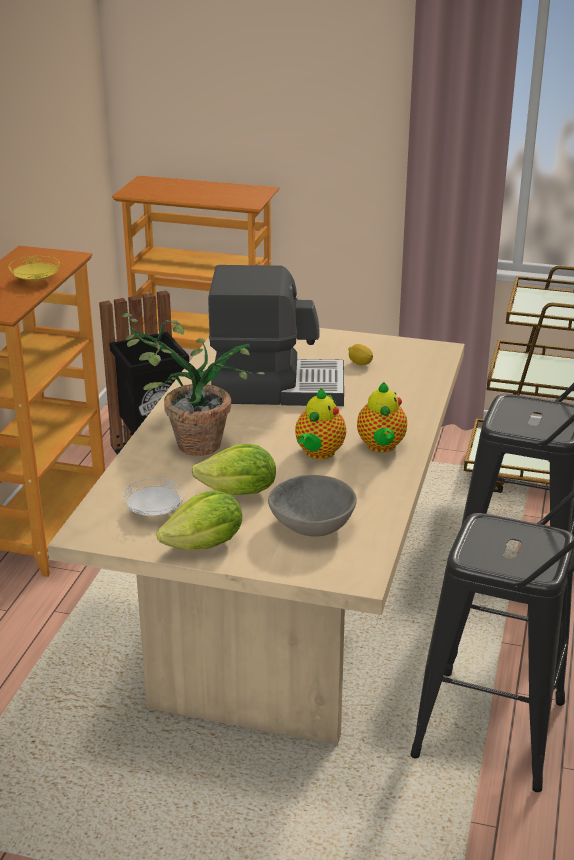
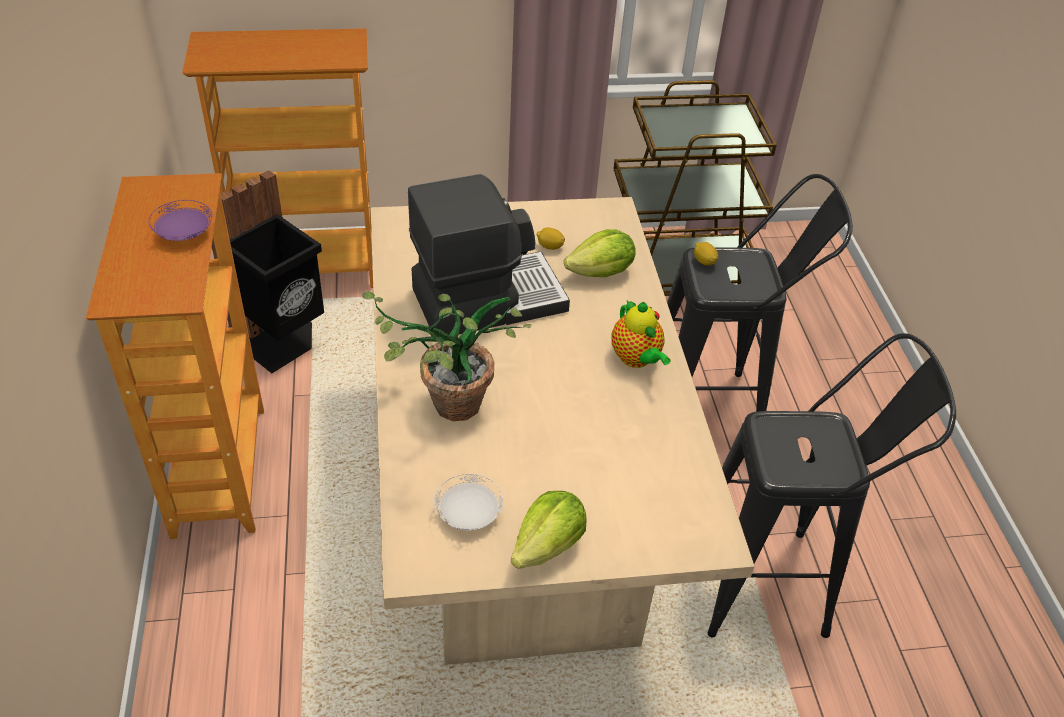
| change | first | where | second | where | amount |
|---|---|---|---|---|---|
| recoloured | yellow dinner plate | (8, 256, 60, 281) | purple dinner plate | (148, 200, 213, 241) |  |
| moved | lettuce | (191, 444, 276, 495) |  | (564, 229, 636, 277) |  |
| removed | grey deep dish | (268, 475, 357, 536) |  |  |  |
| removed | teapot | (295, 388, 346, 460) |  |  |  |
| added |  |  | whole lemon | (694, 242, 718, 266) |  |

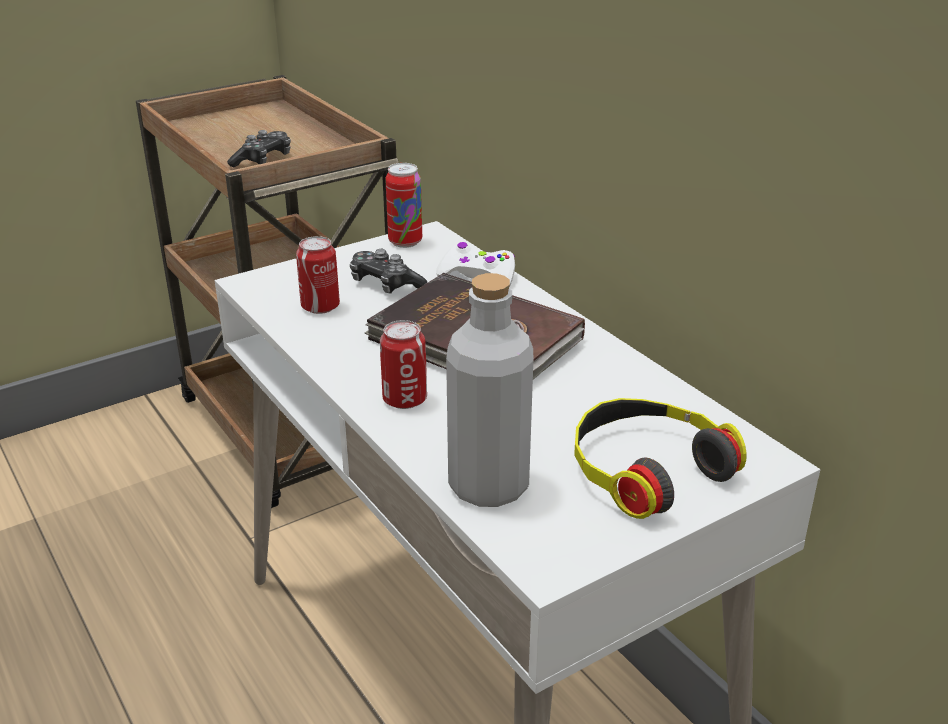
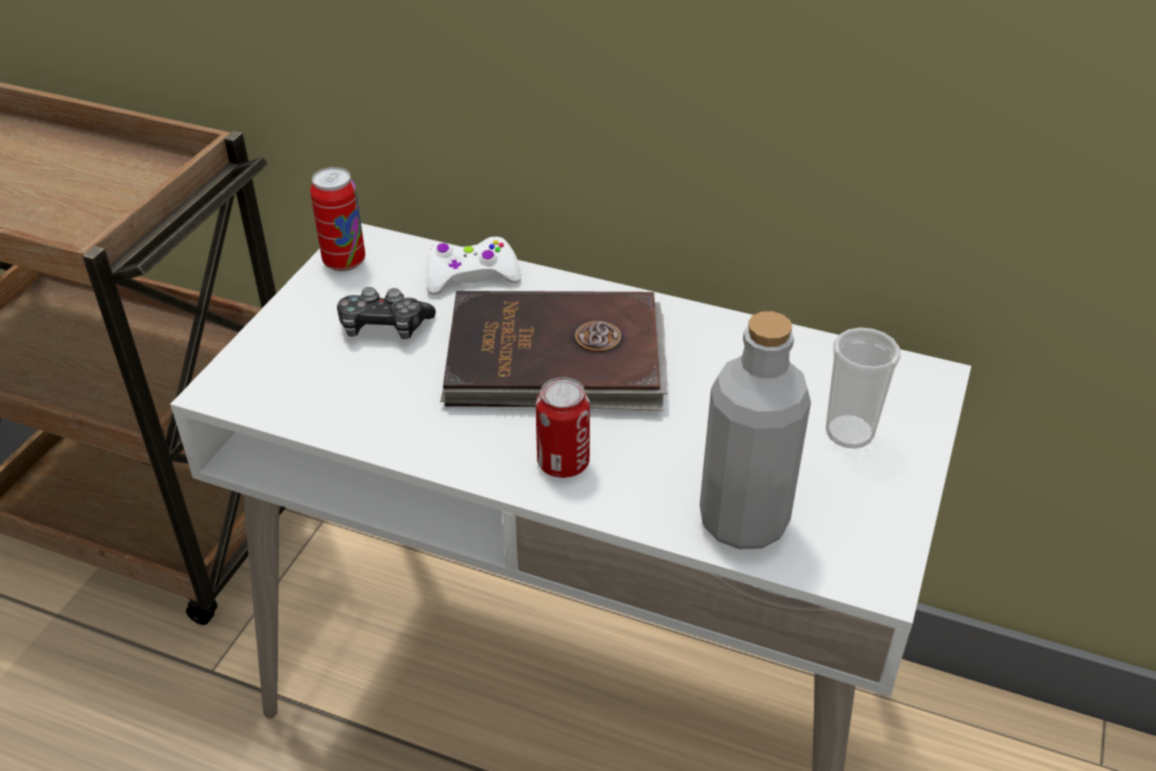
| change | first | where | second | where | amount |
|---|---|---|---|---|---|
| removed | gamepad | (227, 130, 291, 167) |  |  |  |
| removed | can | (296, 236, 340, 314) |  |  |  |
| replaced | headphones | (574, 398, 747, 519) | cup | (826, 327, 901, 448) |  |

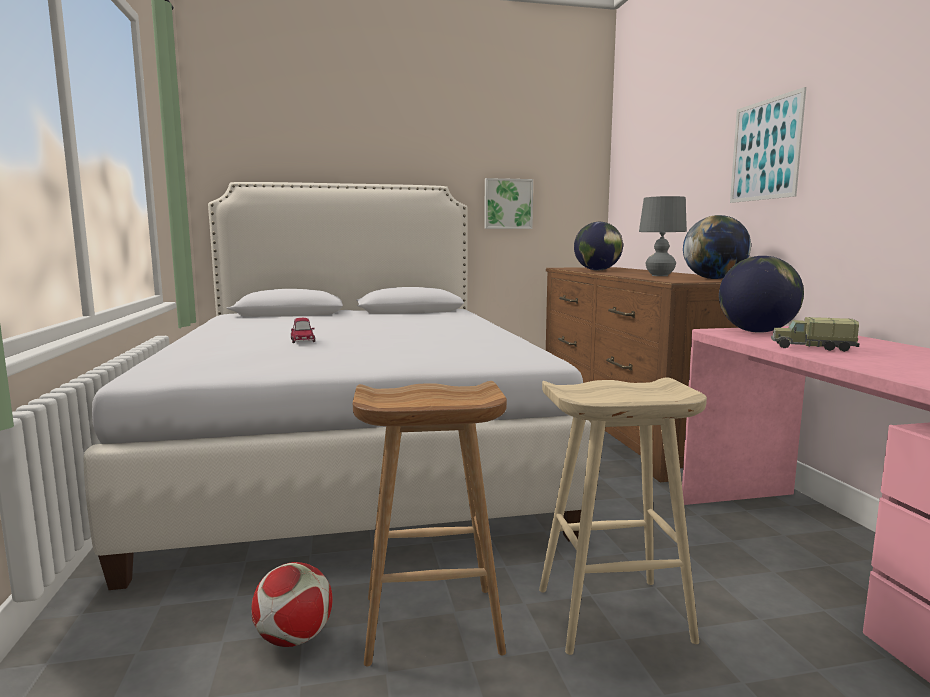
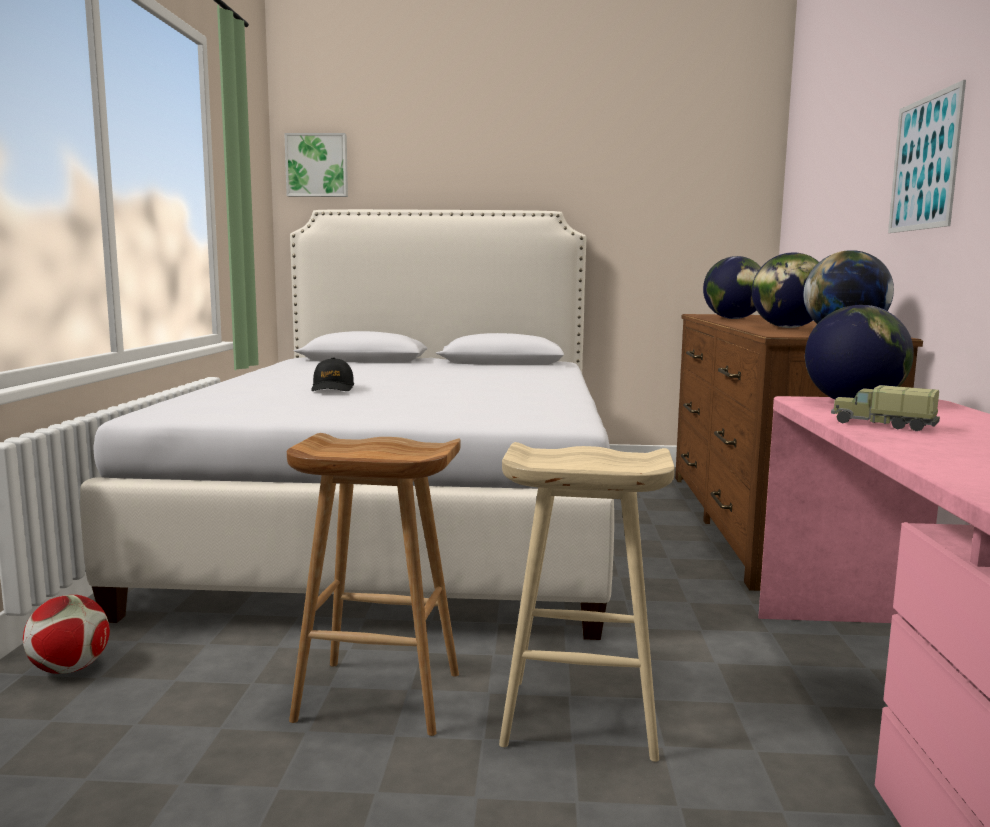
| change | first | where | second | where | amount |
|---|---|---|---|---|---|
| moved | ball for football | (252, 562, 332, 647) |  | (23, 595, 110, 674) |  |
| replaced | model car | (291, 318, 315, 343) | blackish peaked cap | (311, 357, 354, 391) |  |
| moved | picture | (484, 178, 533, 229) |  | (284, 133, 348, 197) |  |
| replaced | grey lamp for a table | (639, 196, 687, 276) | desk globe | (752, 252, 819, 328) |  |

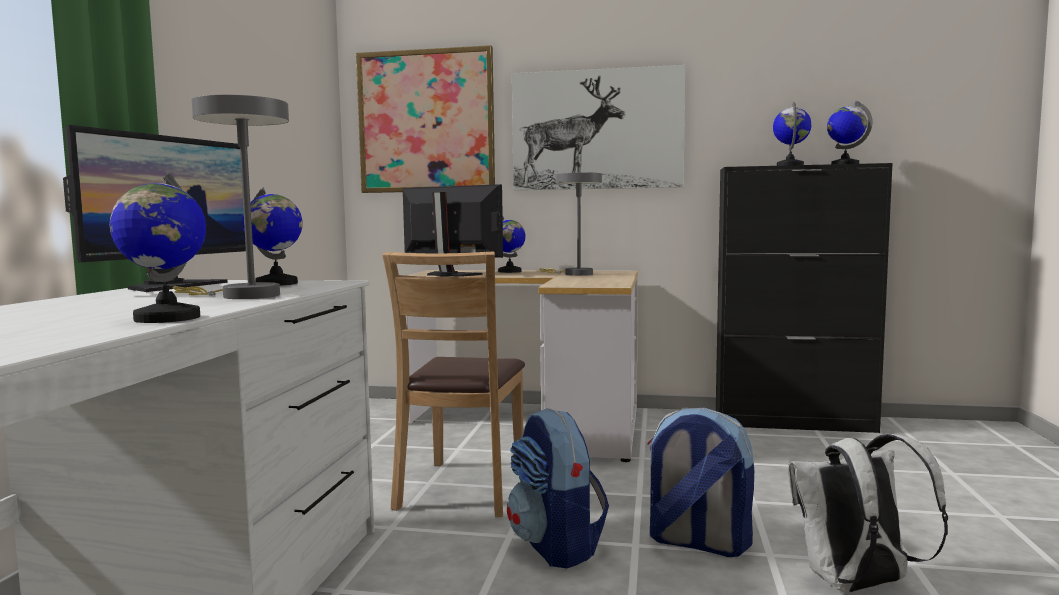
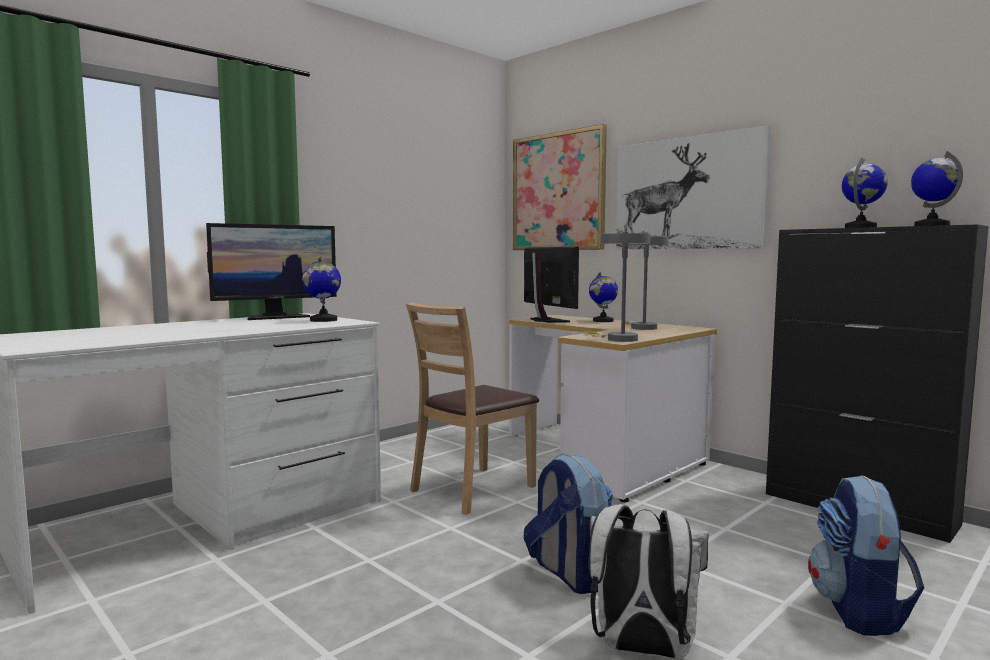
| change | first | where | second | where | amount |
|---|---|---|---|---|---|
| removed | desk globe | (110, 173, 206, 323) |  |  |  |
| moved | grey lamp for a table | (172, 95, 289, 299) |  | (584, 232, 650, 342) |  |
| moved | backpack | (507, 408, 609, 569) |  | (808, 475, 924, 636) |  |

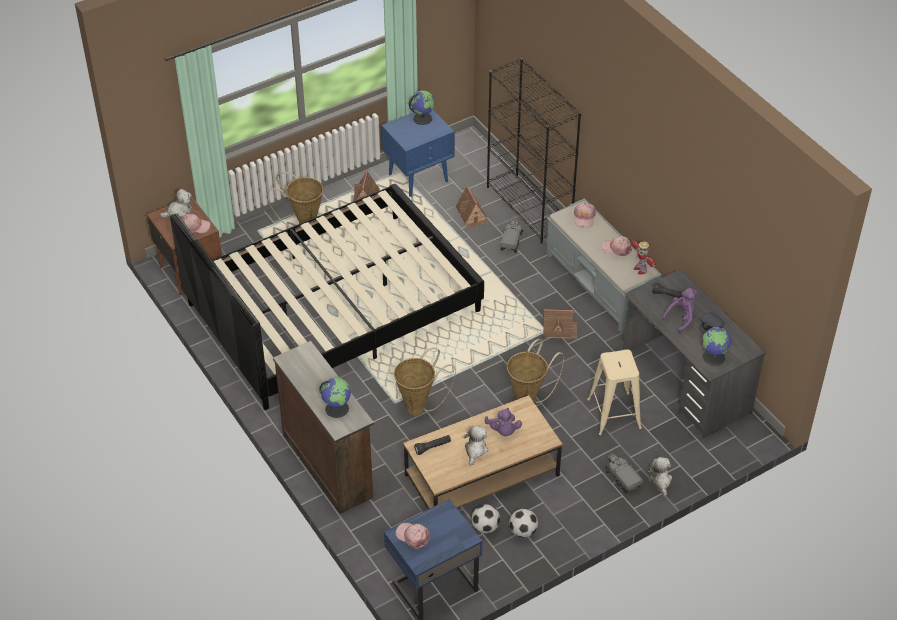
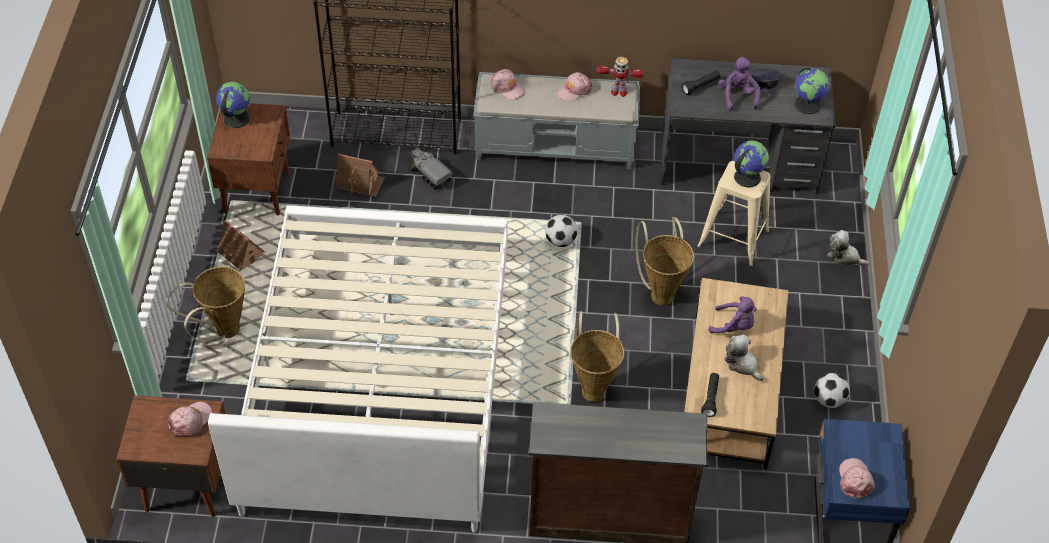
| change | first | where | second | where | amount |
|---|---|---|---|---|---|
| removed | soft toy | (160, 189, 192, 218) |  |  |  |
| recoloured | blackish bed | (170, 184, 484, 410) | white-coloured bed | (208, 205, 508, 533) |  |
| moved | desk globe | (319, 377, 351, 418) |  | (734, 140, 769, 187) |  |
| recoloured | bluish nightstand | (381, 110, 455, 197) | brownish nightstand | (207, 103, 290, 215) |  |
| turned | pink-coloured peaked cap | (396, 523, 430, 549) |  | (839, 458, 875, 500) | 105 degrees clockwise |
| moved | ball for football | (472, 504, 500, 533) |  | (545, 215, 578, 247) |  |
| removed | model house | (543, 309, 577, 341) |  |  |  |
| removed | model truck | (606, 453, 643, 494) |  |  |  |

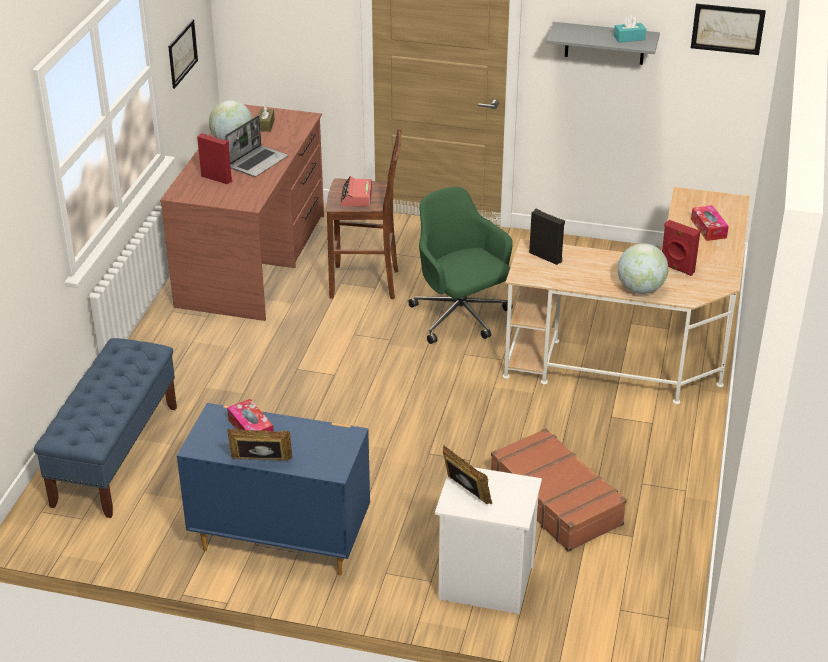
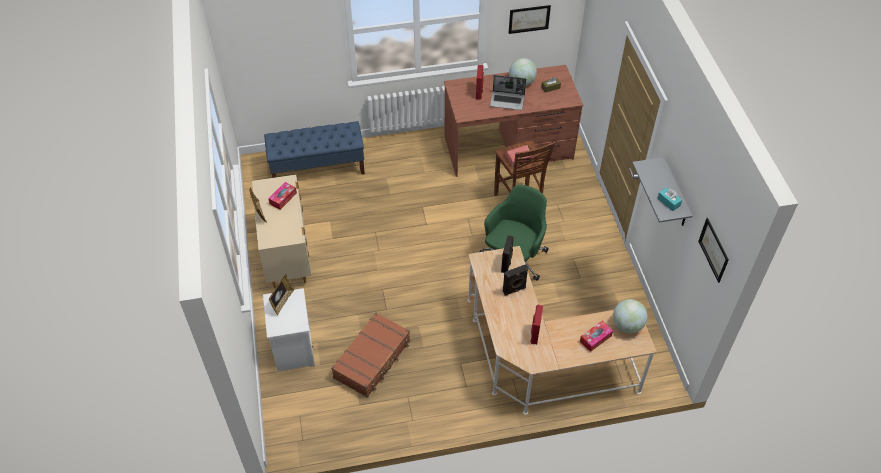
| change | first | where | second | where | amount |
|---|---|---|---|---|---|
| recoloured | bluish drawer chest | (177, 403, 370, 576) | beige-coloured drawer chest | (252, 175, 311, 288) |  |
| moved | desk globe | (618, 243, 668, 294) |  | (613, 299, 648, 333) |  |
| added |  |  | blackish loudspeaker | (503, 264, 528, 296) |  |

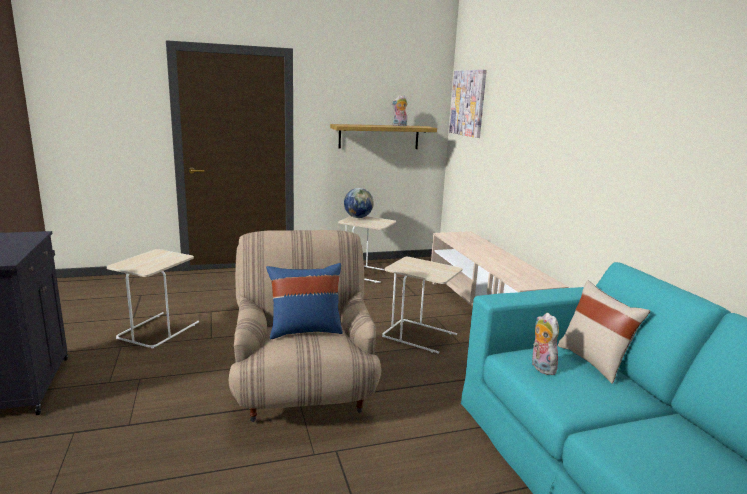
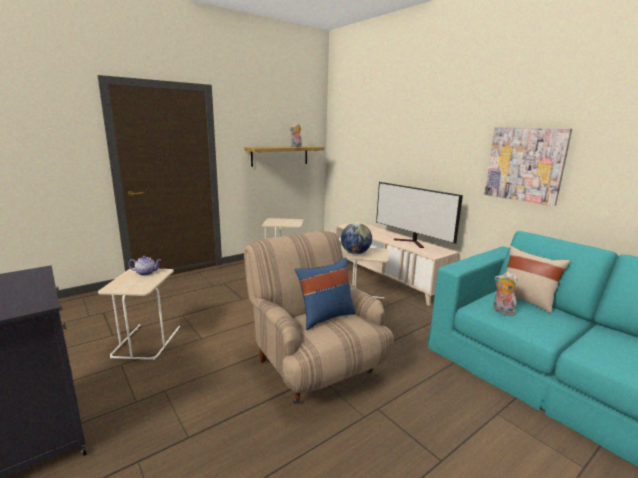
| change | first | where | second | where | amount |
|---|---|---|---|---|---|
| moved | desk globe | (344, 188, 374, 218) |  | (341, 223, 372, 254) |  |
| moved | picture | (449, 70, 487, 138) |  | (484, 127, 572, 206) |  |
| added |  |  | teapot | (128, 256, 161, 276) |  |
| added |  |  | TV | (376, 182, 463, 248) |  |

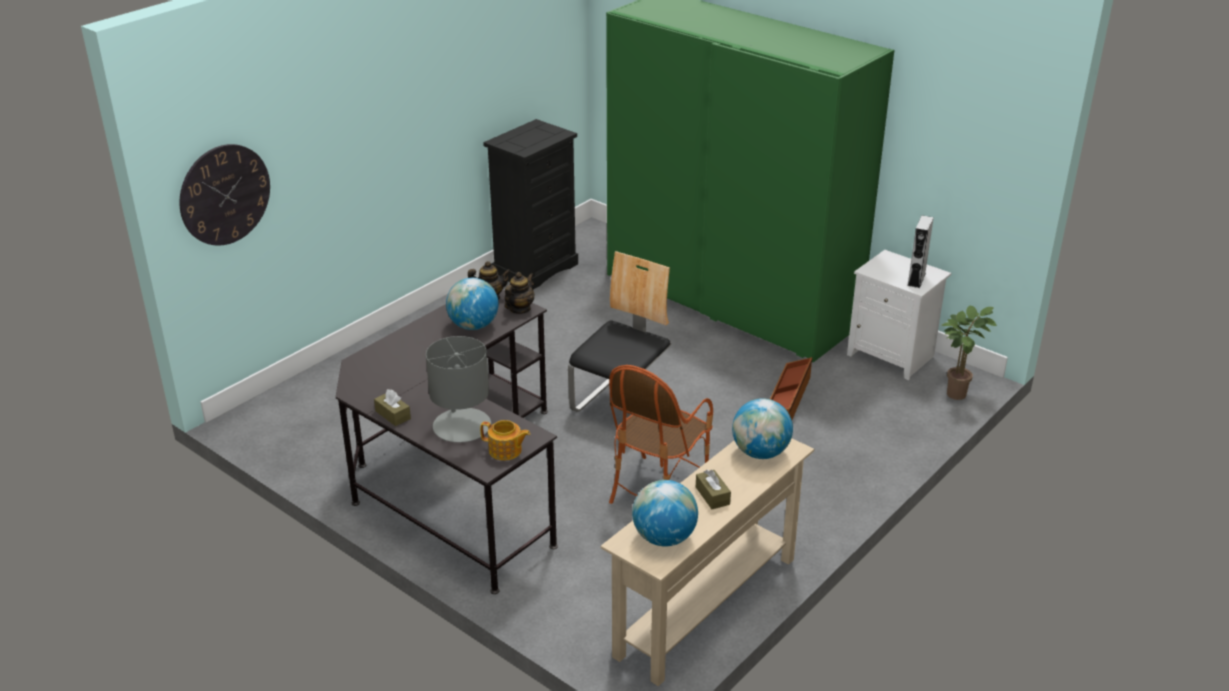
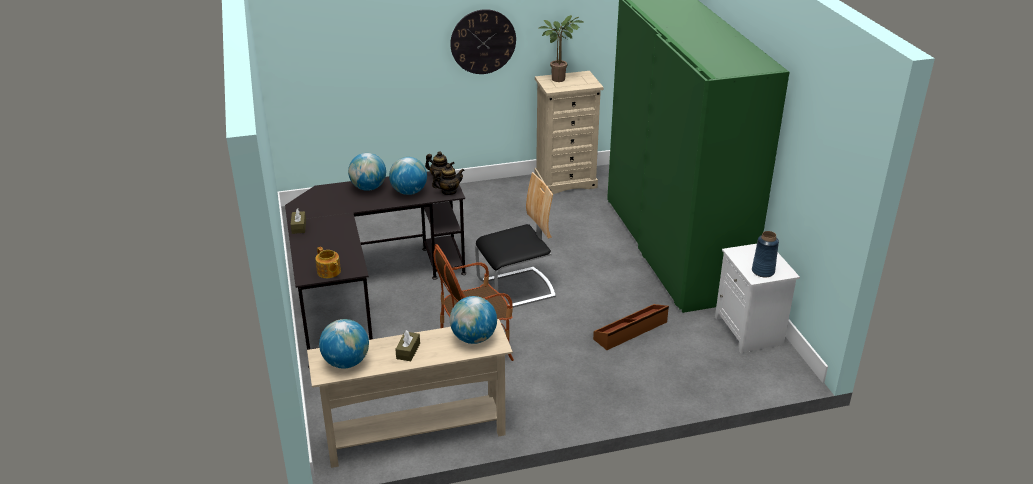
| change | first | where | second | where | amount |
|---|---|---|---|---|---|
| moved | hanging clock | (179, 144, 270, 246) |  | (450, 9, 516, 74) |  |
| removed | grey lamp for a table | (426, 336, 491, 443) |  |  |  |
| recoloured | blackish drawer chest | (483, 119, 578, 289) | beige-coloured drawer chest | (534, 71, 604, 194) |  |
| replaced | grey loudspeaker | (907, 215, 934, 288) | bluish vase | (752, 231, 779, 277) |  |
| moved | potted plant | (941, 305, 997, 400) |  | (539, 15, 584, 82) |  |
| added |  |  | desk globe | (348, 153, 386, 191) |  |

